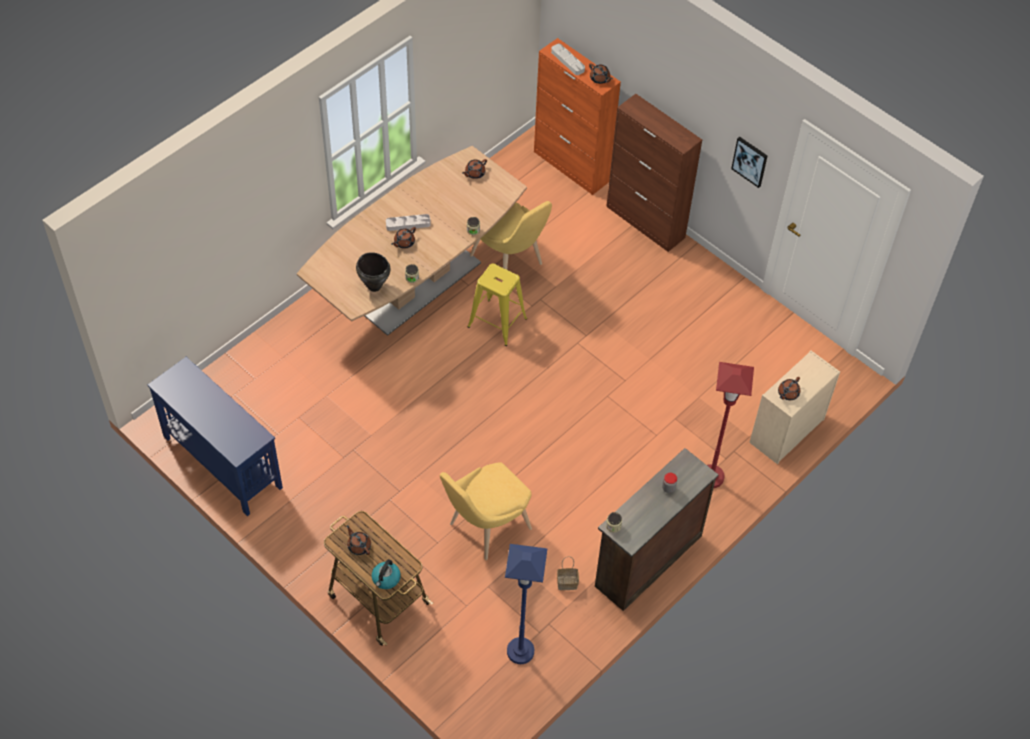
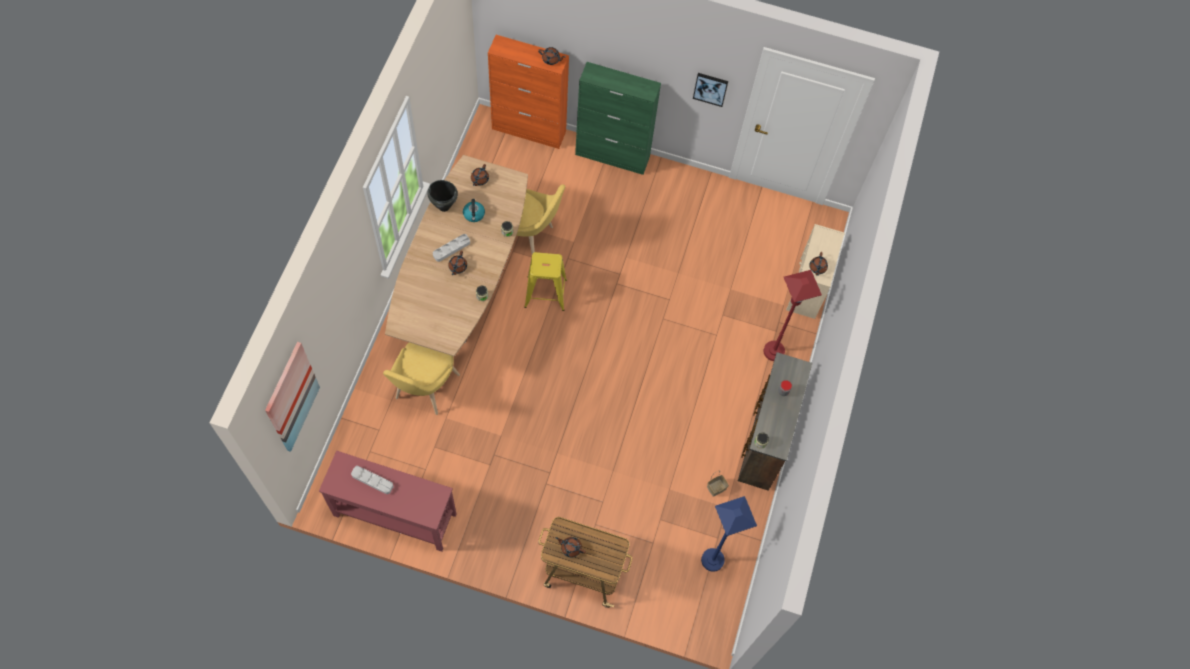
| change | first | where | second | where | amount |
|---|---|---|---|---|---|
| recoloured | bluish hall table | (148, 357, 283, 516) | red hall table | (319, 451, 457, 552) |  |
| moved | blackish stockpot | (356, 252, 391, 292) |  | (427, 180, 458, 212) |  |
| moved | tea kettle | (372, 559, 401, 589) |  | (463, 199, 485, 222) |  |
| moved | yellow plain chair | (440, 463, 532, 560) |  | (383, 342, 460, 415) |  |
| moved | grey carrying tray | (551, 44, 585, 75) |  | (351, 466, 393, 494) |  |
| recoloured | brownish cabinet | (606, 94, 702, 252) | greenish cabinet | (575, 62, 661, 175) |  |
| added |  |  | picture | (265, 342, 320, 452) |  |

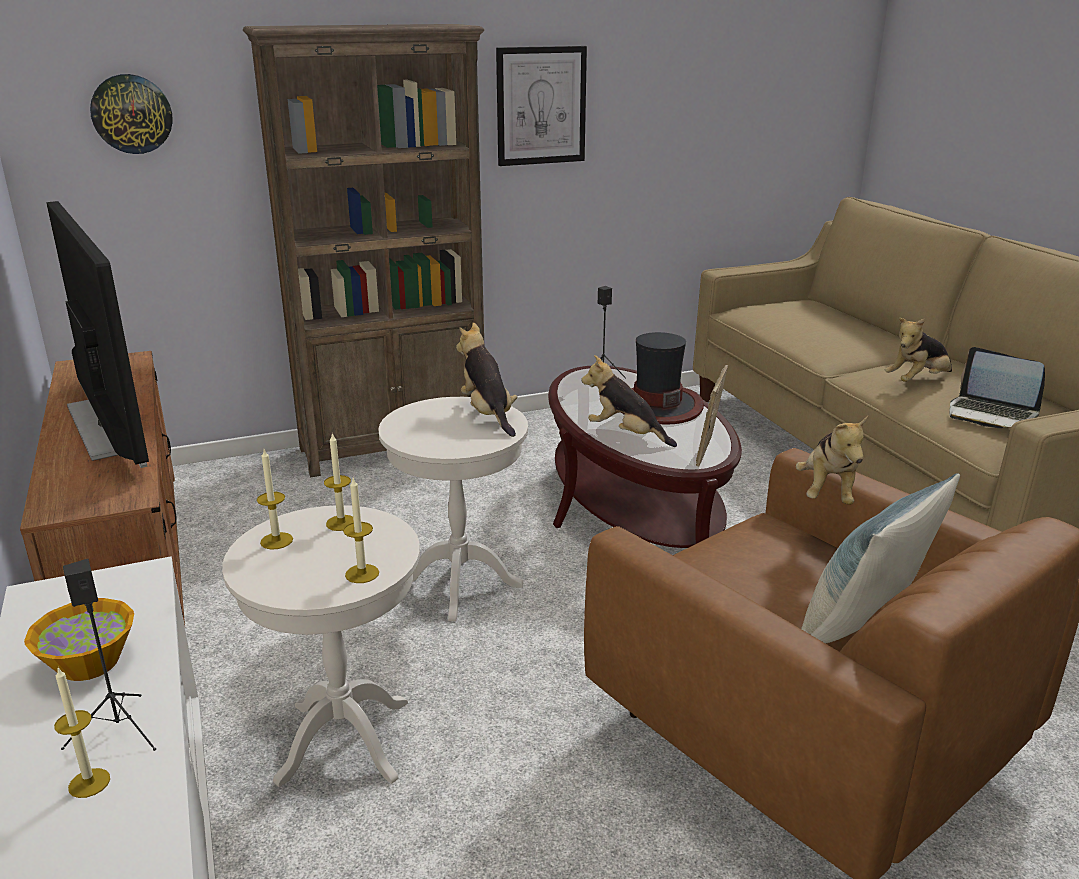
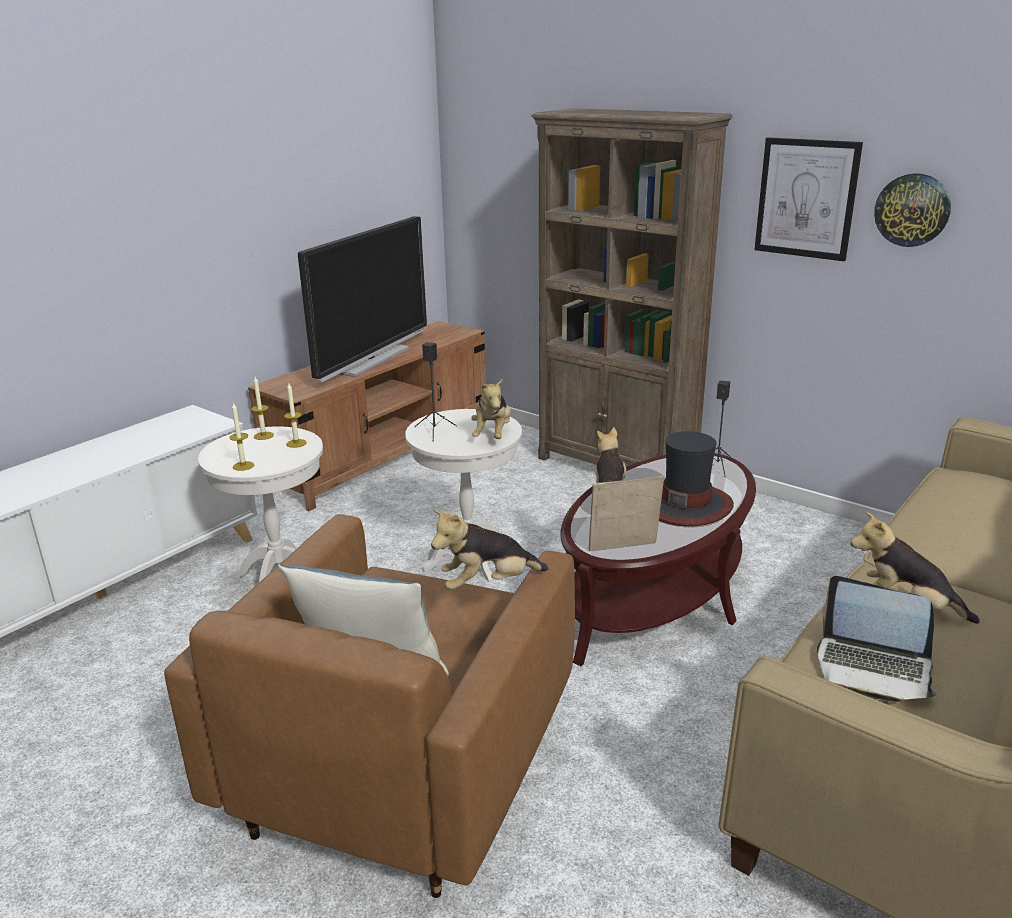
| change | first | where | second | where | amount |
|---|---|---|---|---|---|
| removed | deep dish | (24, 598, 134, 681) |  |  |  |
| removed | wax candle | (54, 667, 110, 798) |  |  |  |
| moved | blackish loudspeaker | (61, 559, 156, 751) |  | (414, 342, 457, 442) |  |
| moved | hanging clock | (90, 74, 173, 154) |  | (874, 173, 951, 247) |  |
| turned | soft toy | (456, 322, 517, 437) |  | (471, 378, 511, 439) | 150 degrees clockwise |
| turned | portable computer | (950, 347, 1045, 428) |  | (817, 576, 937, 702) | 75 degrees counterclockwise |

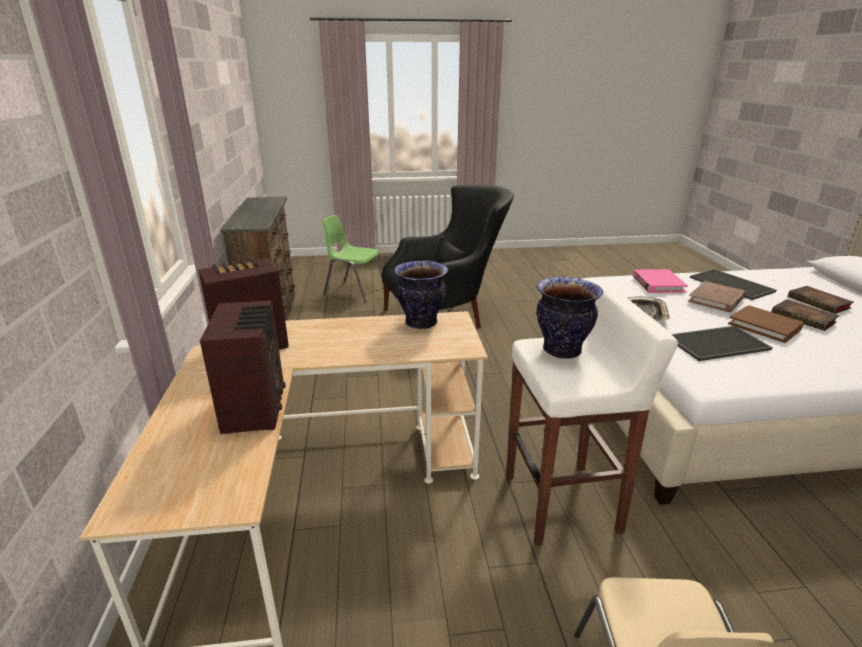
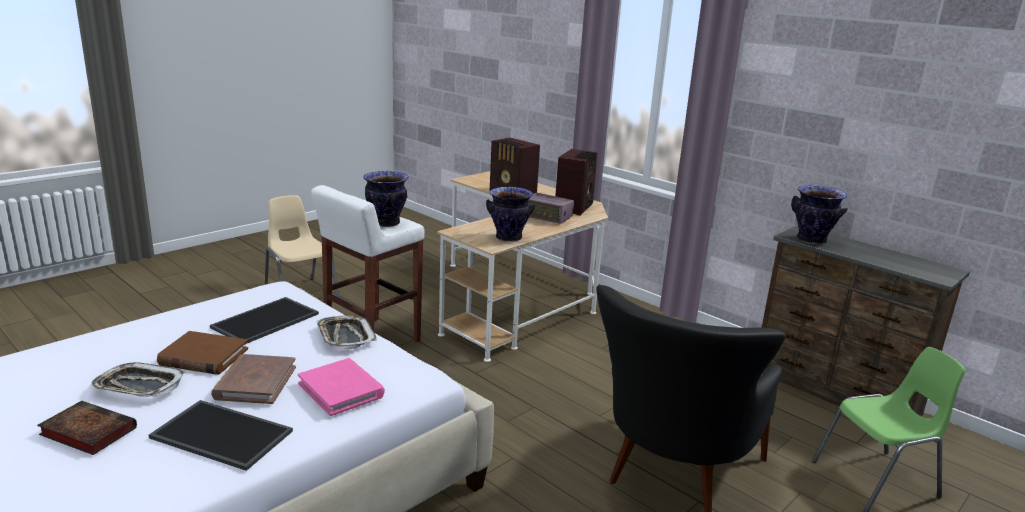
| change | first | where | second | where | amount |
|---|---|---|---|---|---|
| replaced | volume | (771, 299, 839, 331) | carrying tray | (90, 362, 185, 397) |  |
| added |  |  | radio set | (528, 193, 574, 224) |  |
| added |  |  | vase | (791, 185, 848, 244) |  |

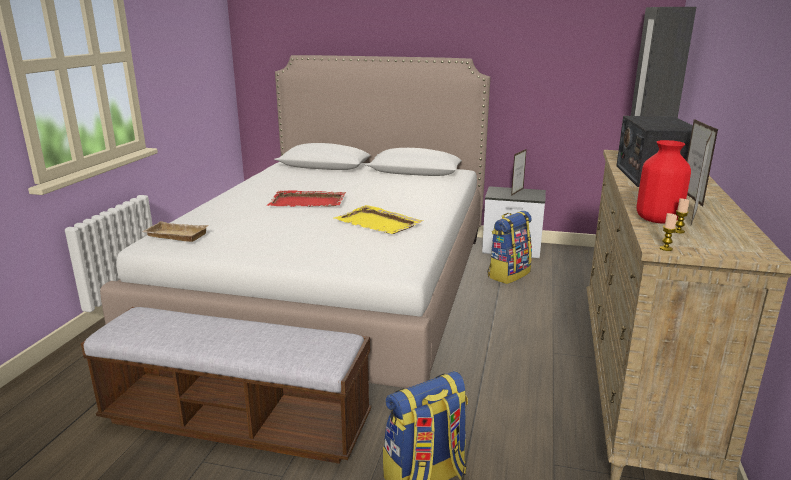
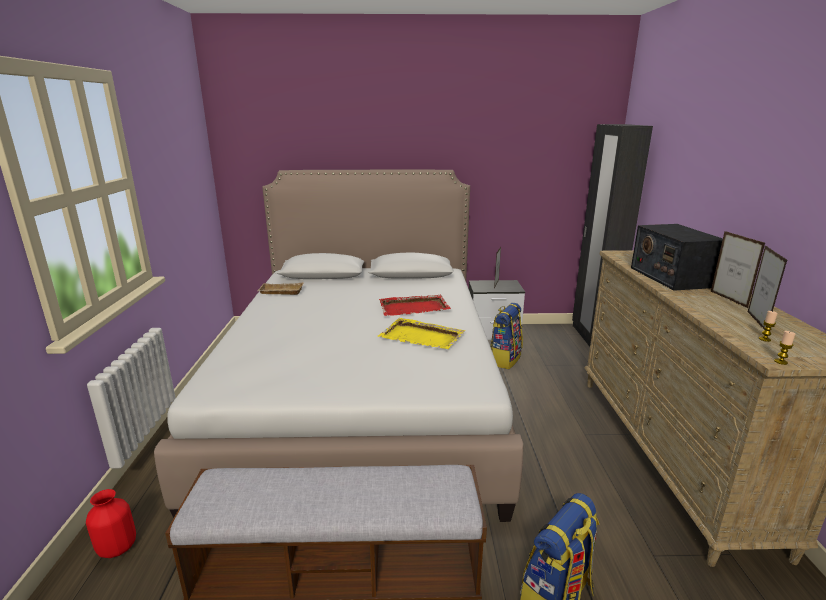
| change | first | where | second | where | amount |
|---|---|---|---|---|---|
| moved | beige-coloured carrying tray | (142, 221, 209, 242) |  | (257, 282, 304, 295) |  |
| moved | red carrying tray | (267, 190, 346, 207) |  | (379, 295, 451, 316) |  |
| moved | red vase | (637, 140, 691, 224) |  | (86, 489, 136, 558) |  |

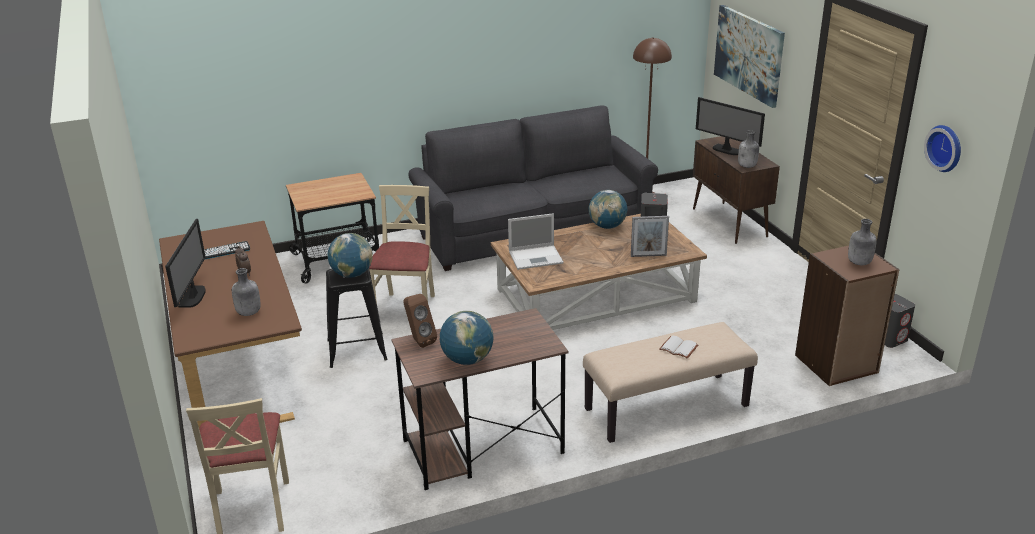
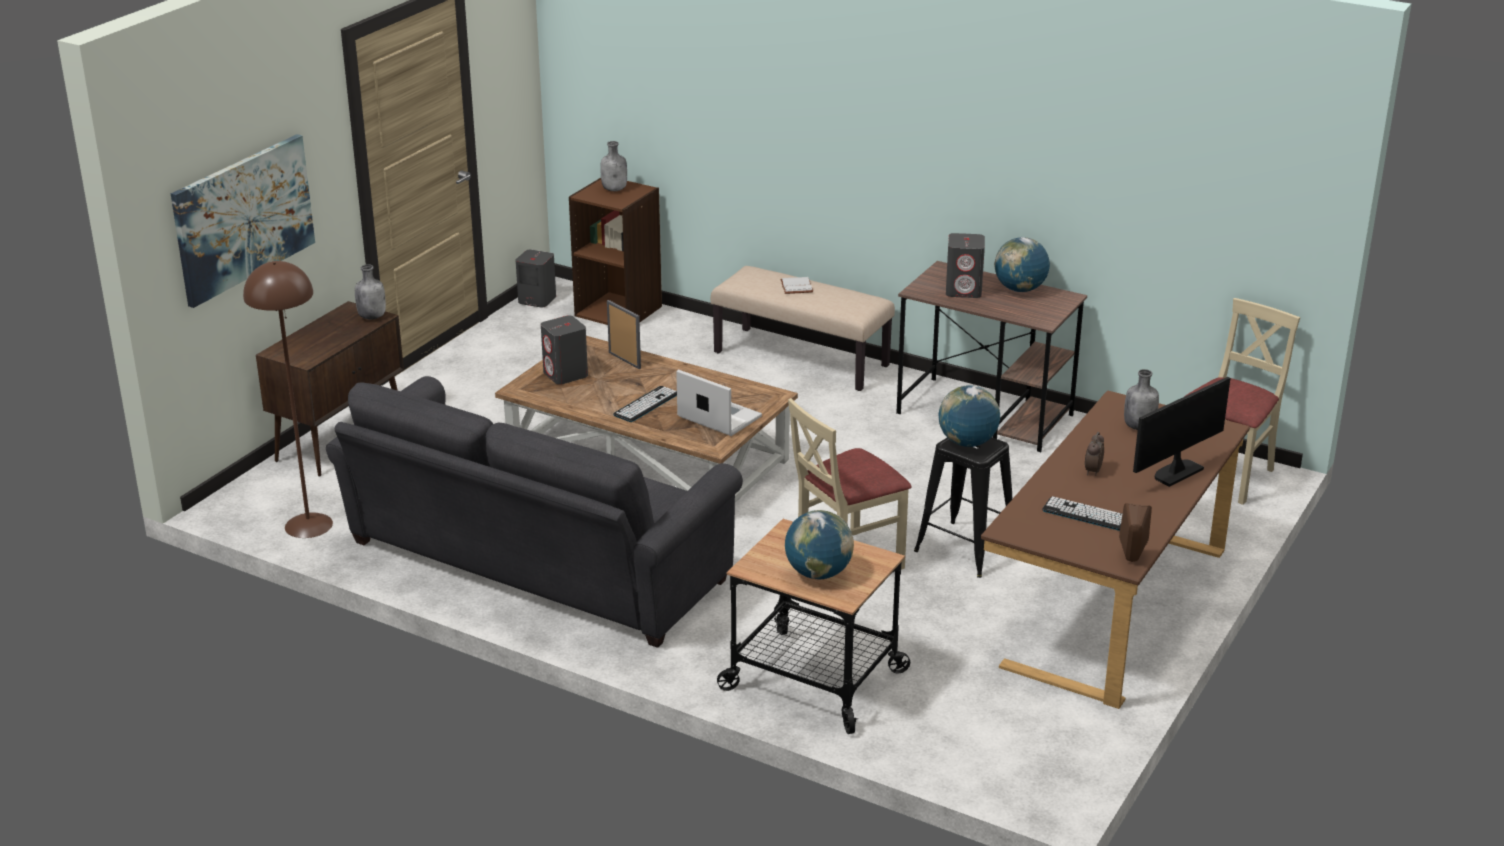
| change | first | where | second | where | amount |
|---|---|---|---|---|---|
| moved | brownish loudspeaker | (403, 294, 437, 348) |  | (1119, 503, 1152, 562) |  |
| moved | desk globe | (589, 190, 627, 229) |  | (785, 510, 854, 579) |  |
| removed | computer display | (696, 97, 765, 155) |  |  |  |
| removed | hanging clock | (924, 125, 961, 172) |  |  |  |
| added |  |  | keyboard | (613, 386, 677, 422) |  |
| added |  |  | grey loudspeaker | (946, 233, 985, 298) |  |

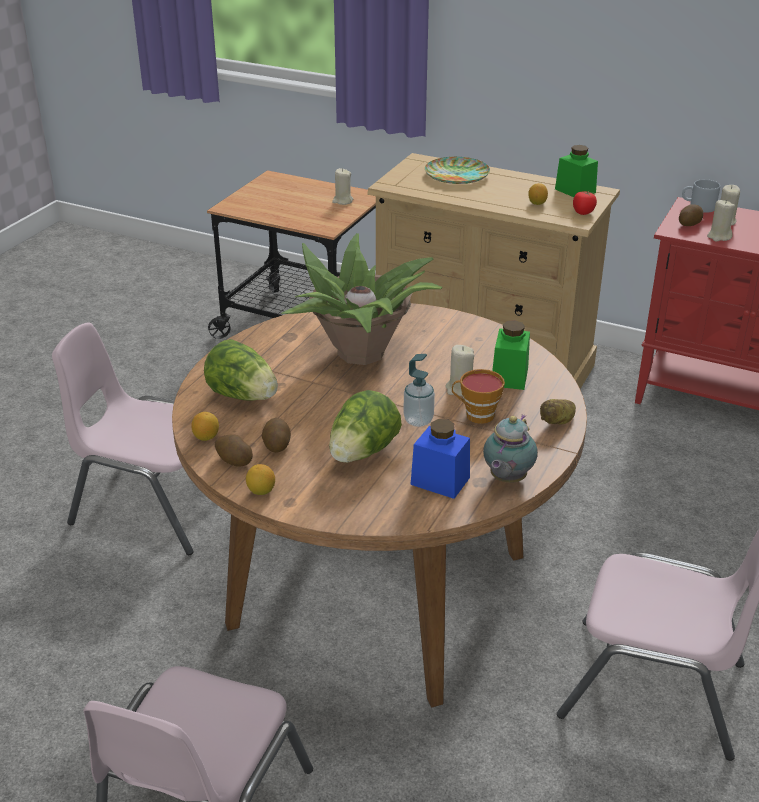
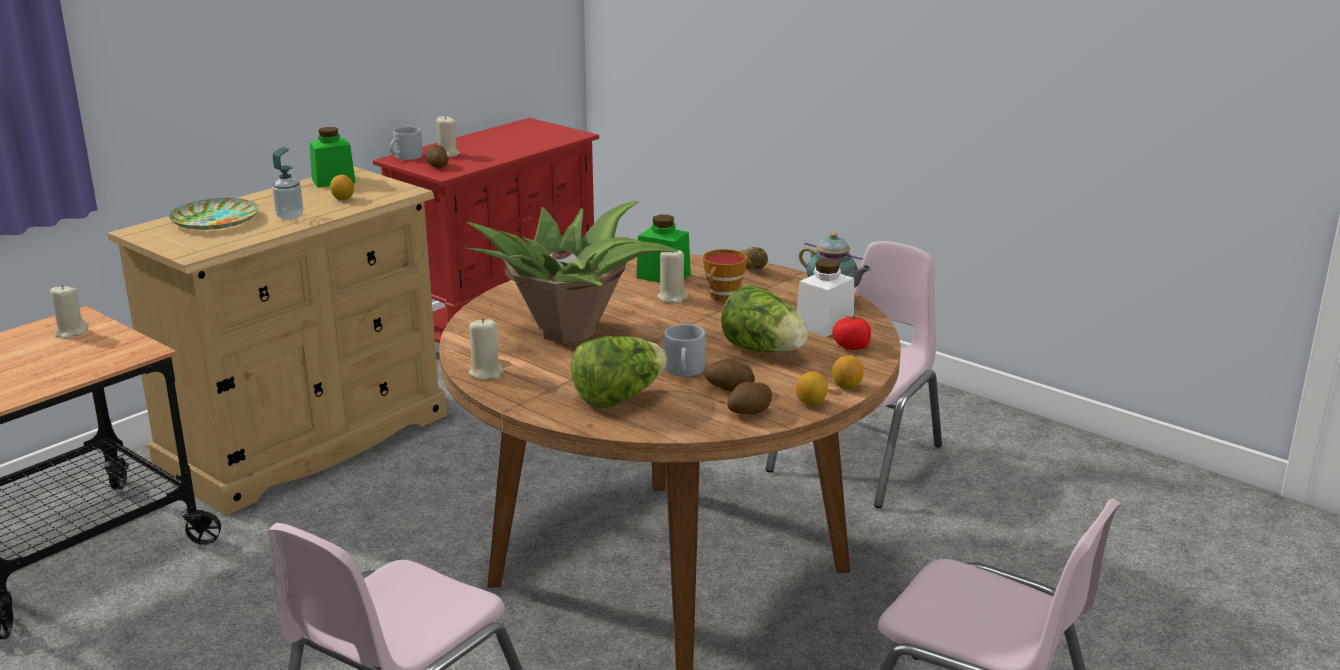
| change | first | where | second | where | amount |
|---|---|---|---|---|---|
| moved | whole lemon | (191, 412, 219, 441) |  | (832, 355, 864, 389) |  |
| moved | liquid soap bottle | (403, 354, 435, 427) |  | (272, 147, 303, 220) |  |
| recoloured | bluish preserve jar | (410, 419, 470, 499) | white-coloured preserve jar | (797, 258, 854, 337) |  |
| moved | tomato | (573, 191, 597, 215) |  | (832, 315, 871, 350) |  |
| moved | beige-coloured wax candle | (707, 200, 735, 242) |  | (469, 318, 503, 380) |  |
| added |  |  | grey coffee mug | (664, 324, 705, 377) |  |

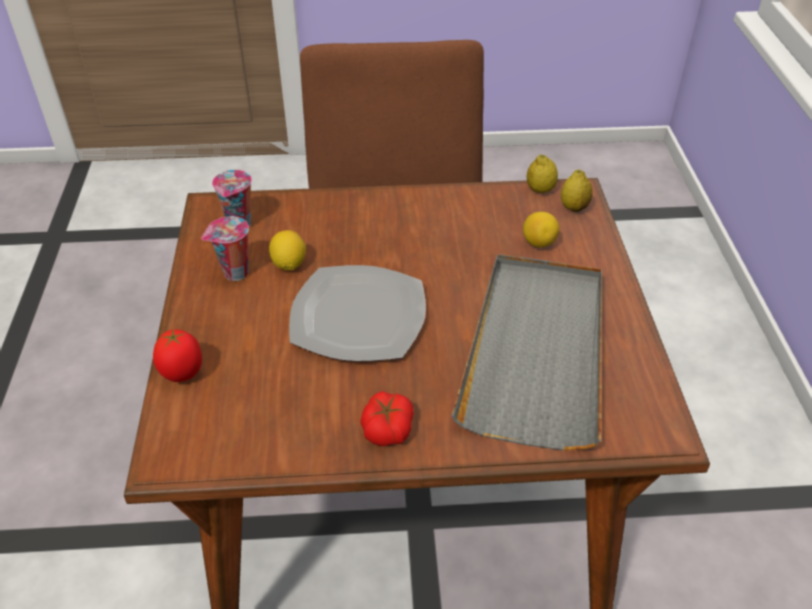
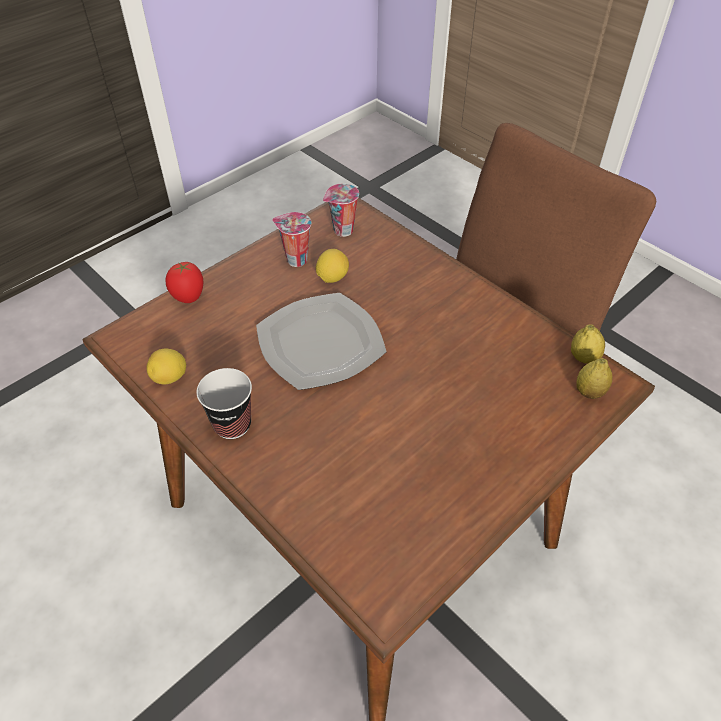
| change | first | where | second | where | amount |
|---|---|---|---|---|---|
| replaced | tomato | (360, 391, 414, 446) | cup | (196, 368, 252, 439) |  |
| removed | grey carrying tray | (452, 254, 602, 451) |  |  |  |
| moved | whole lemon | (523, 212, 559, 248) |  | (146, 349, 186, 384) |  |

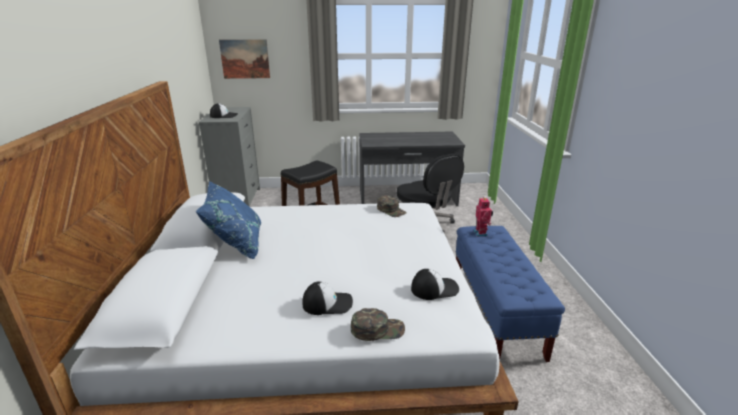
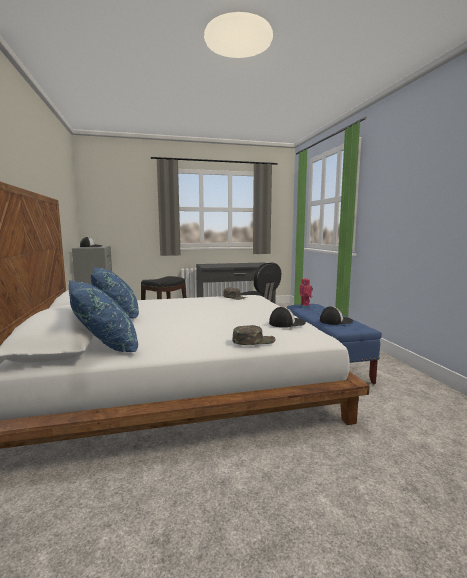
| change | first | where | second | where | amount |
|---|---|---|---|---|---|
| removed | picture | (219, 39, 270, 79) |  |  |  |
| moved | peaked cap | (302, 282, 353, 315) |  | (320, 306, 353, 325) |  |
| added |  |  | bluish throw pillow | (69, 280, 138, 352) |  |

